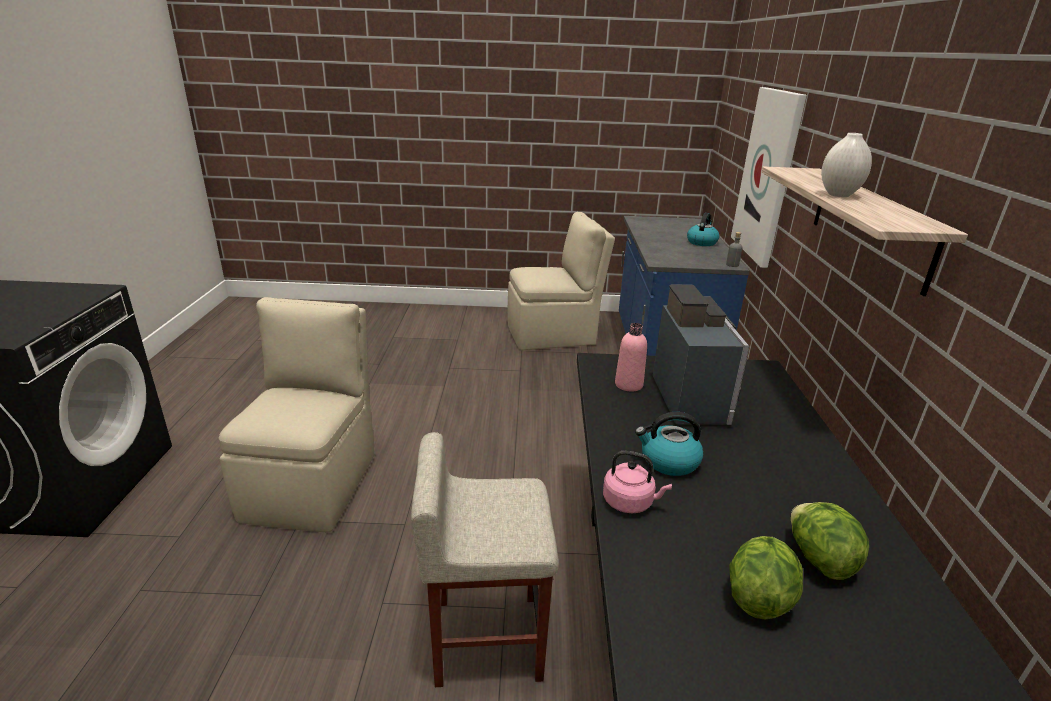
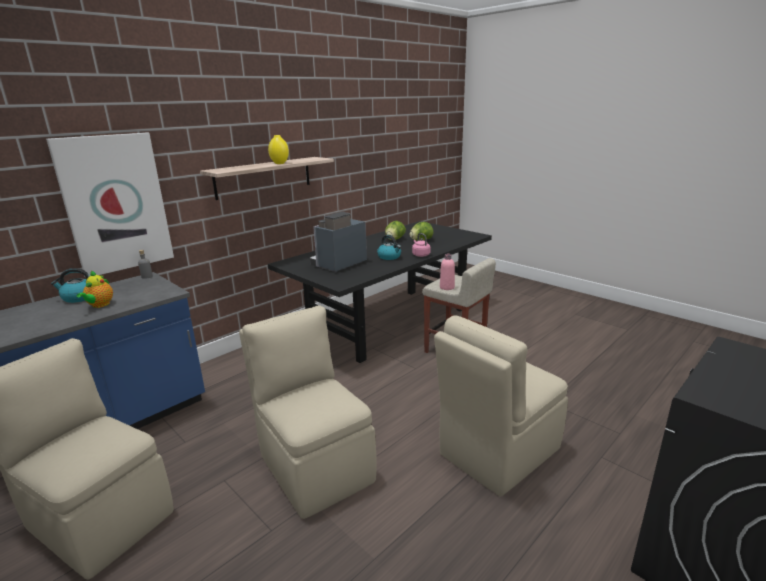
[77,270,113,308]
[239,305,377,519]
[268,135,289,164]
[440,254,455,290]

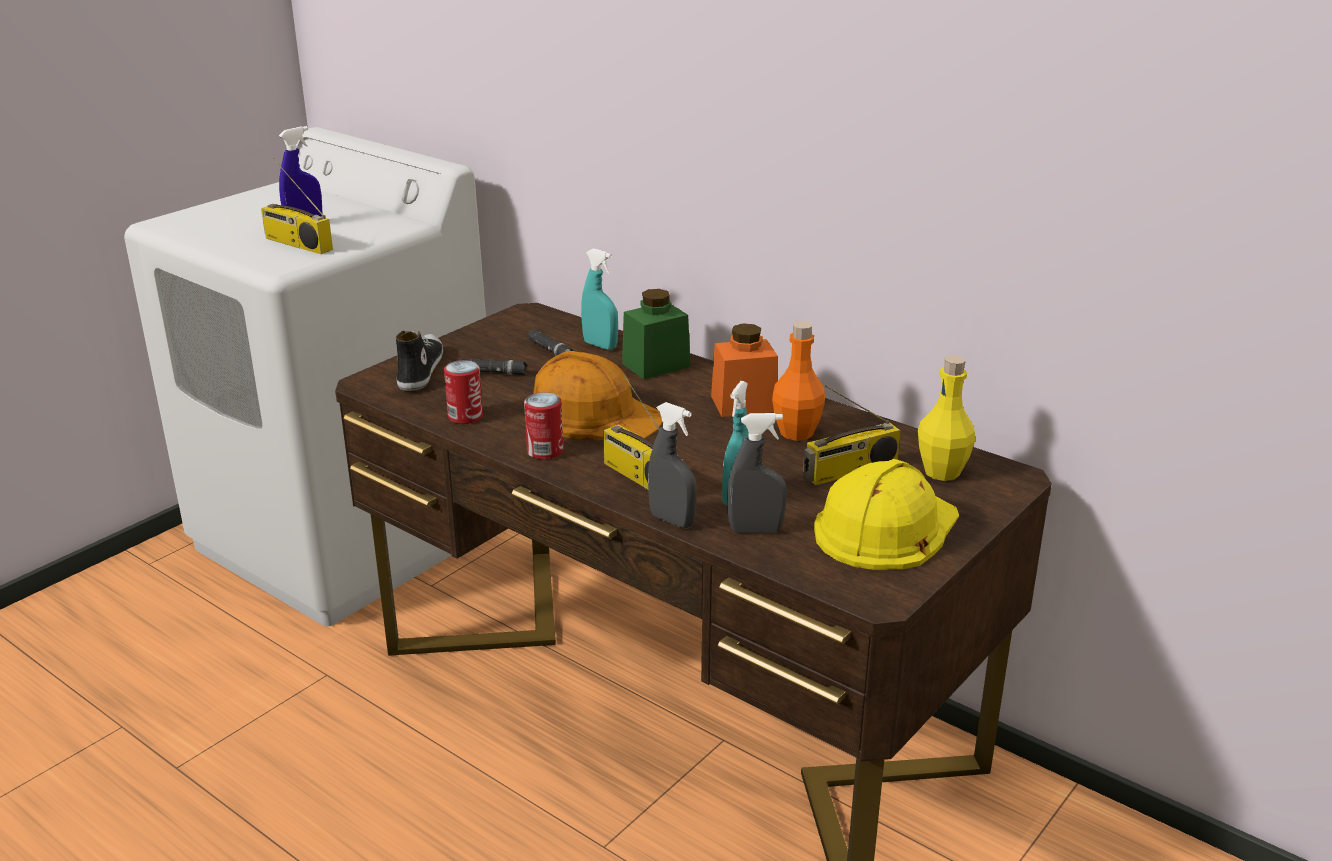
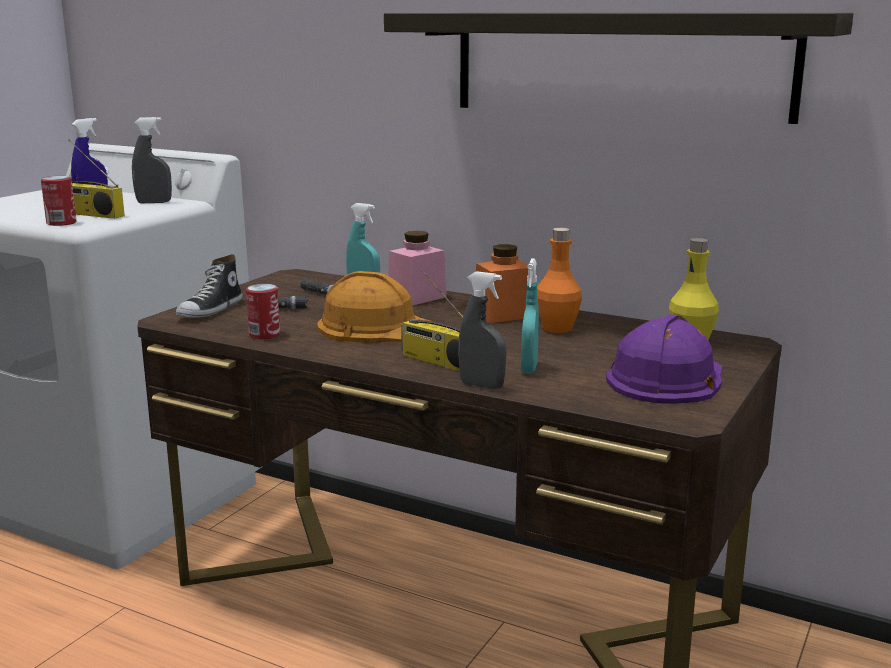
[41,176,77,226]
[132,117,172,203]
[176,255,242,318]
[384,13,853,124]
[388,231,447,306]
[606,314,722,404]
[803,385,901,486] (first image)

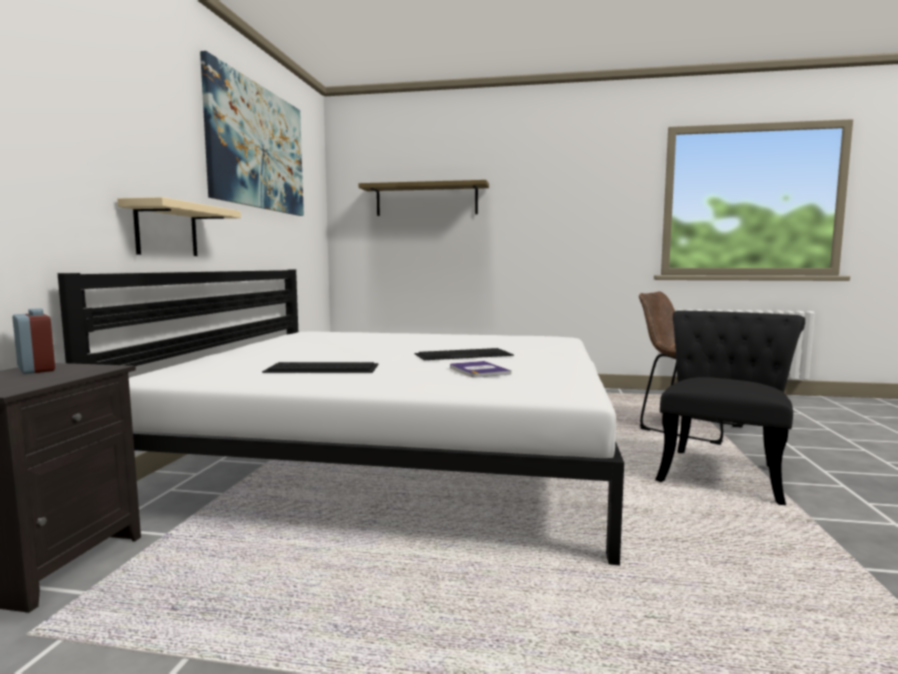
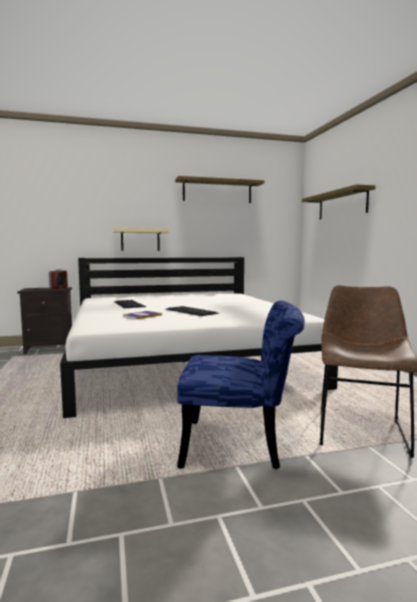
[175,176,264,203]
[177,300,305,469]

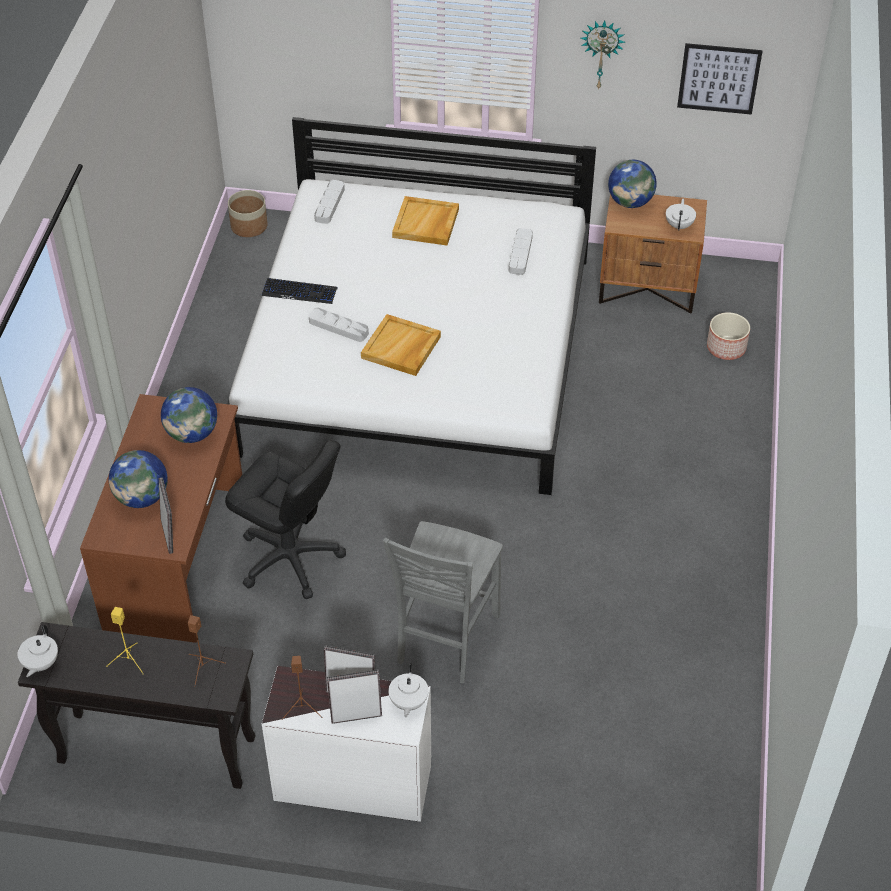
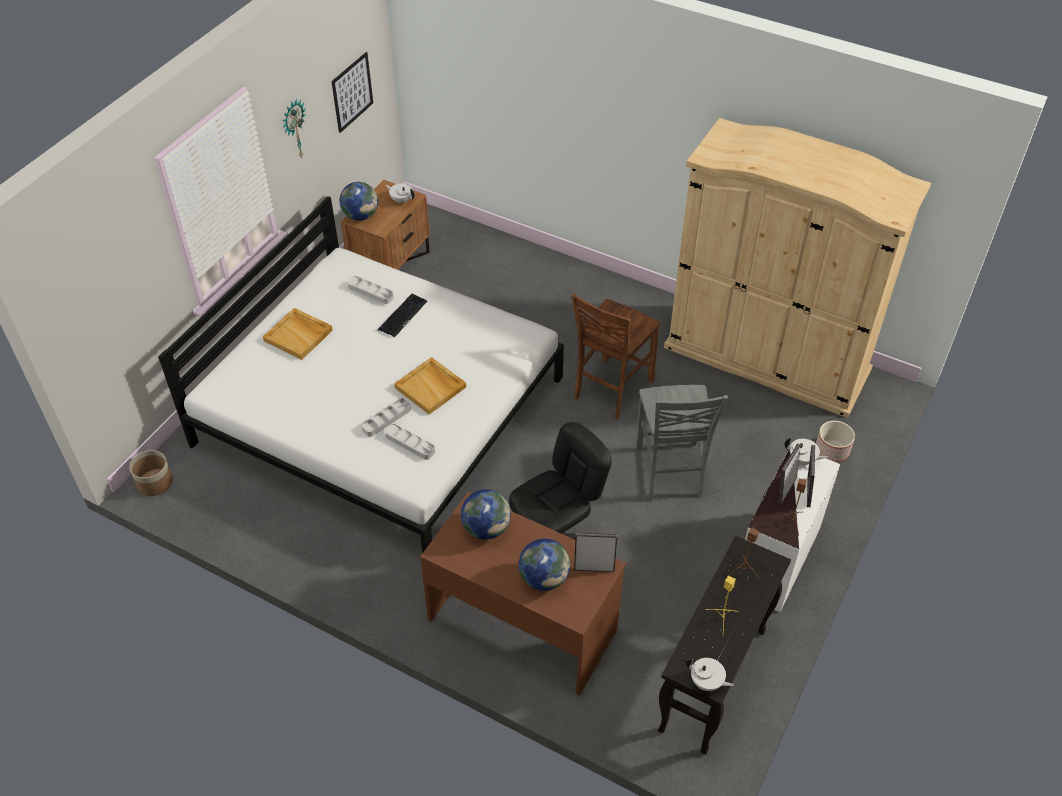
[378,294,427,338]
[385,424,435,460]
[571,293,660,420]
[636,385,728,501]
[664,118,931,418]
[816,421,855,463]

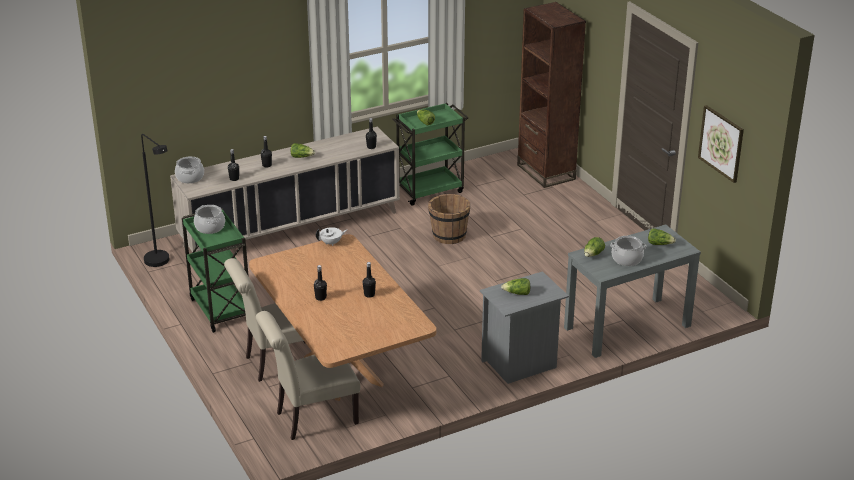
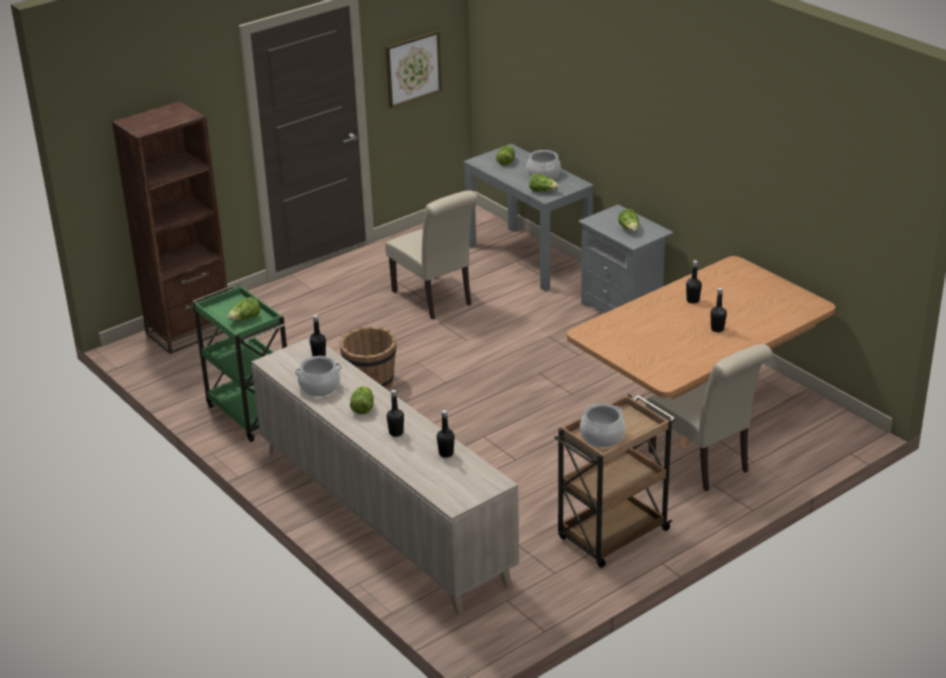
[295,356,342,397]
[385,190,478,319]
[554,394,675,568]
[141,134,170,267] (first image)
[316,227,347,246] (first image)

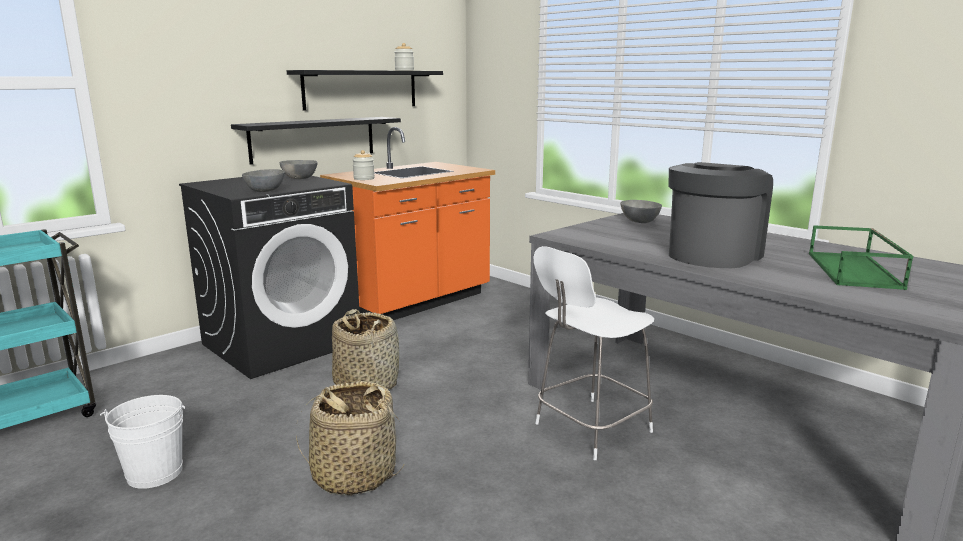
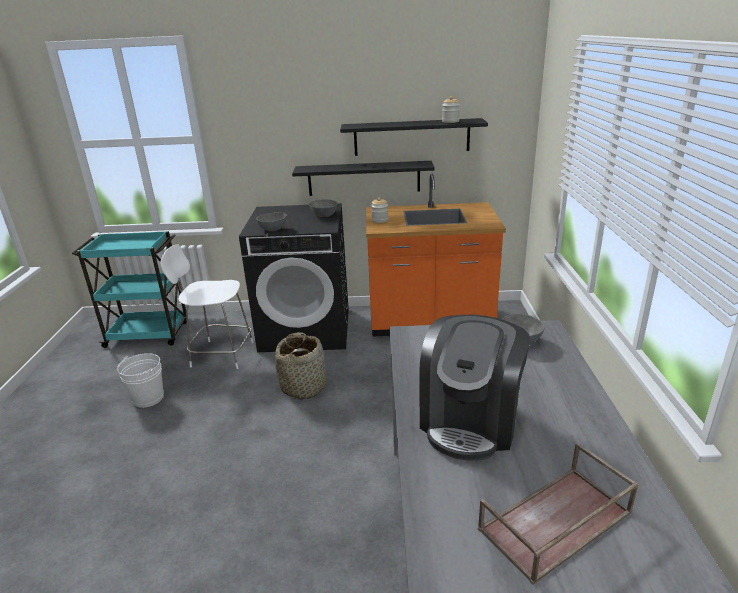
[160,244,254,369]
[419,315,530,461]
[478,443,639,585]
[296,381,405,496] (first image)

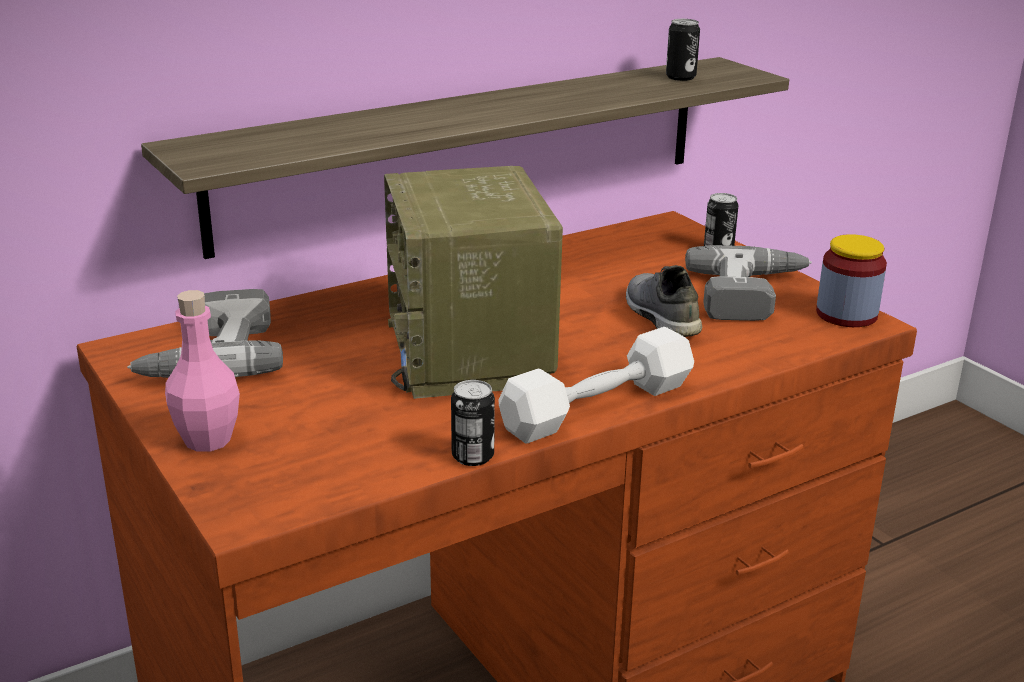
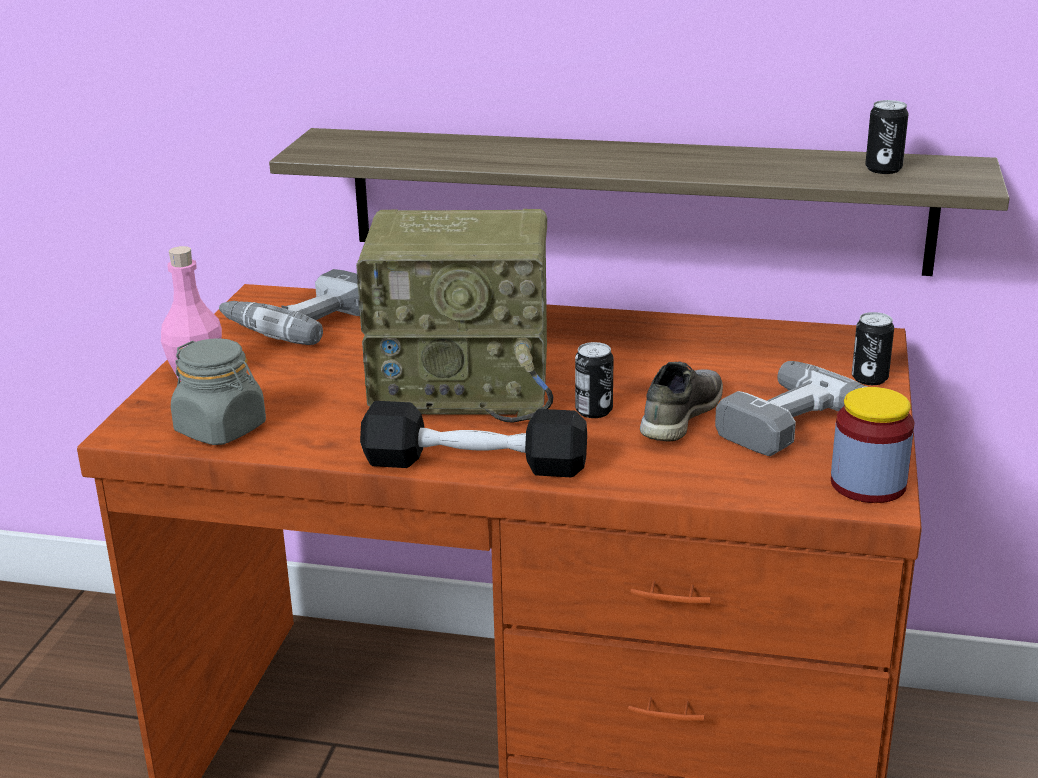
[171,338,266,445]
[356,209,553,423]
[360,401,587,477]
[575,342,614,418]

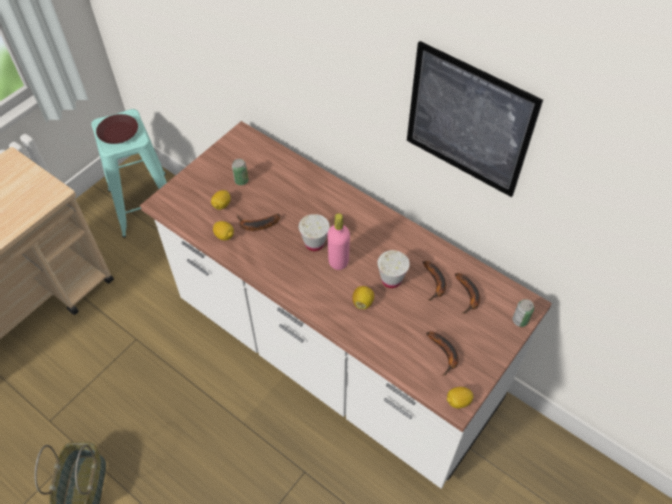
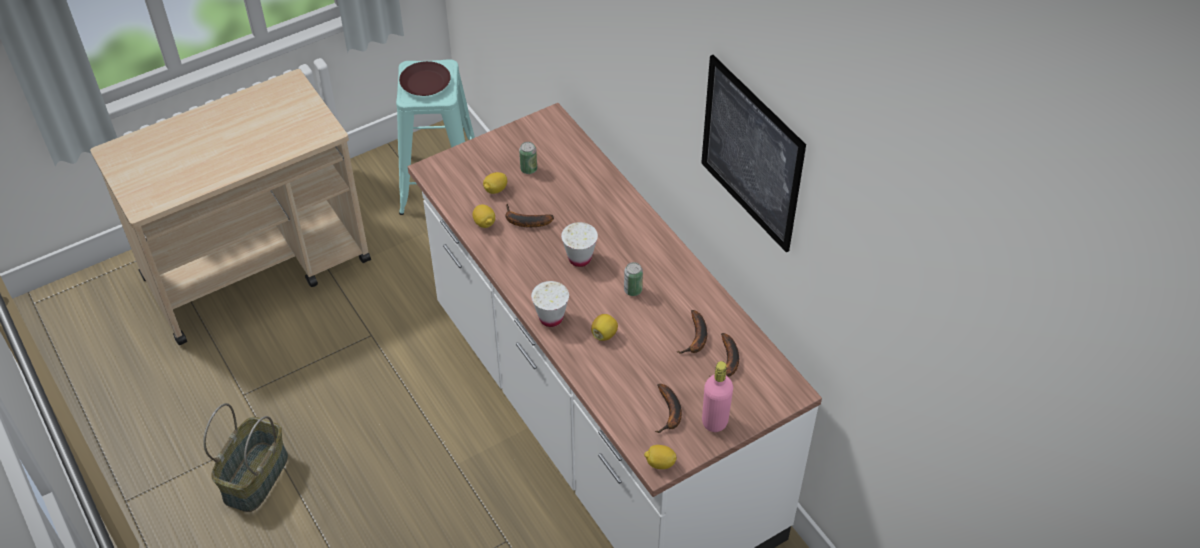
[531,281,569,327]
[624,262,643,296]
[702,361,733,432]

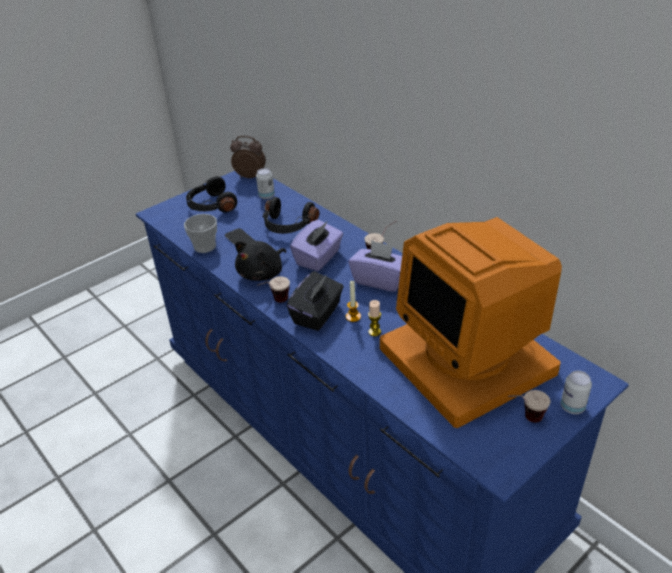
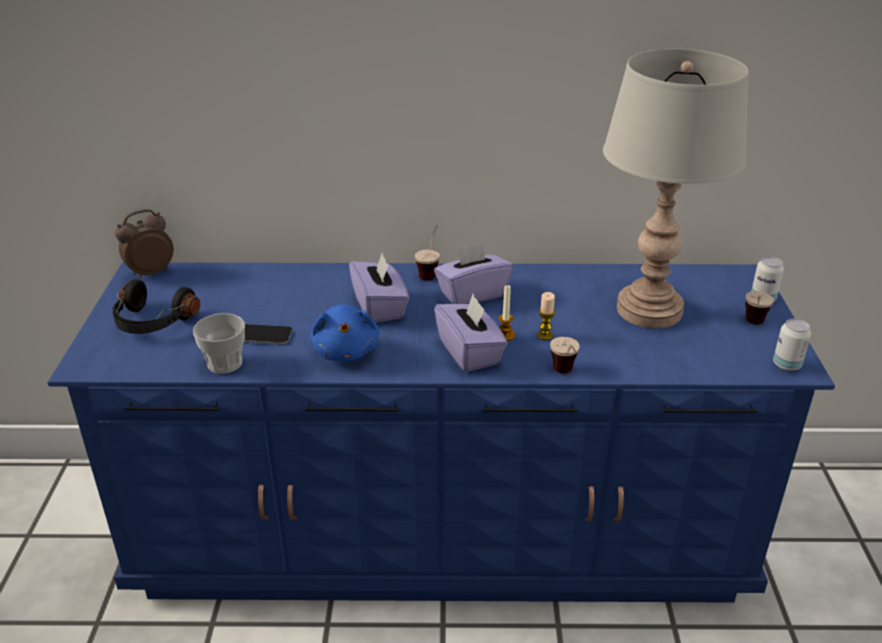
[310,304,379,362]
[434,294,507,372]
[550,337,580,373]
[603,49,749,328]
[773,319,811,371]
[262,197,319,234] (first image)

